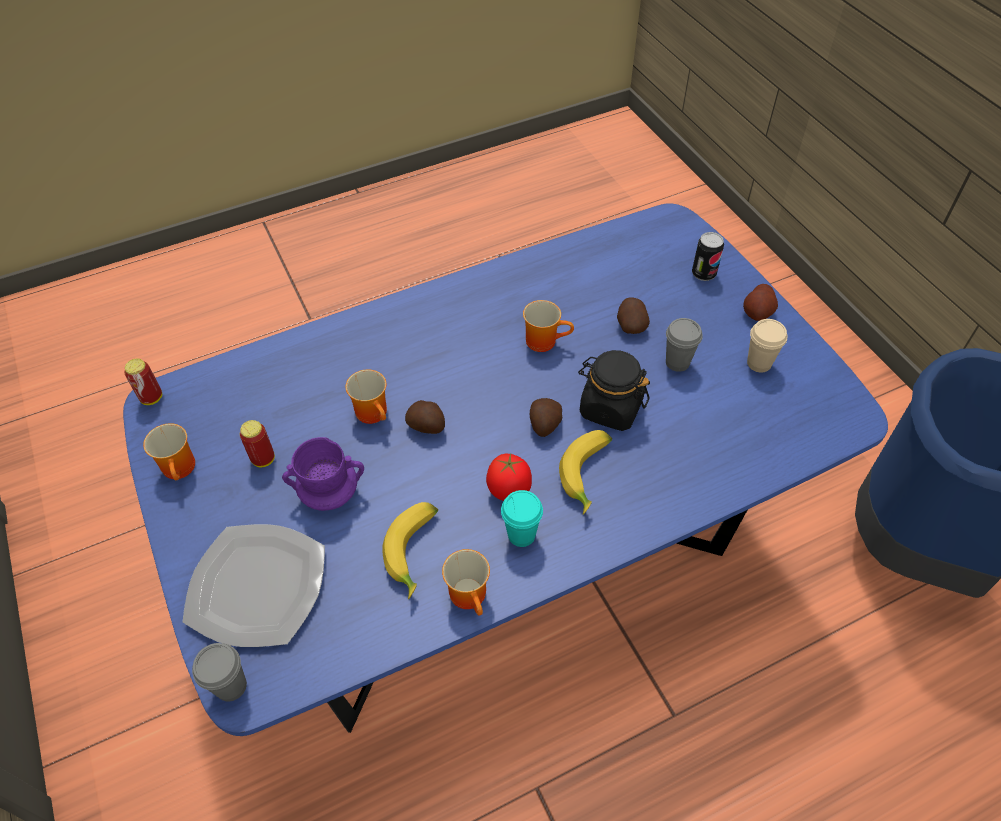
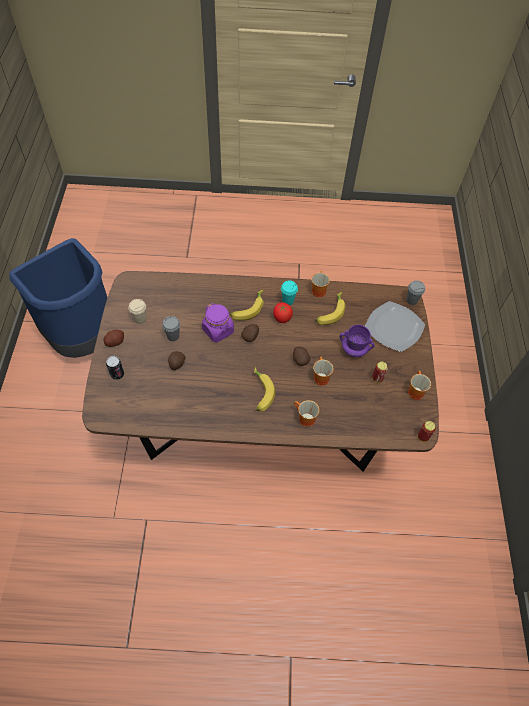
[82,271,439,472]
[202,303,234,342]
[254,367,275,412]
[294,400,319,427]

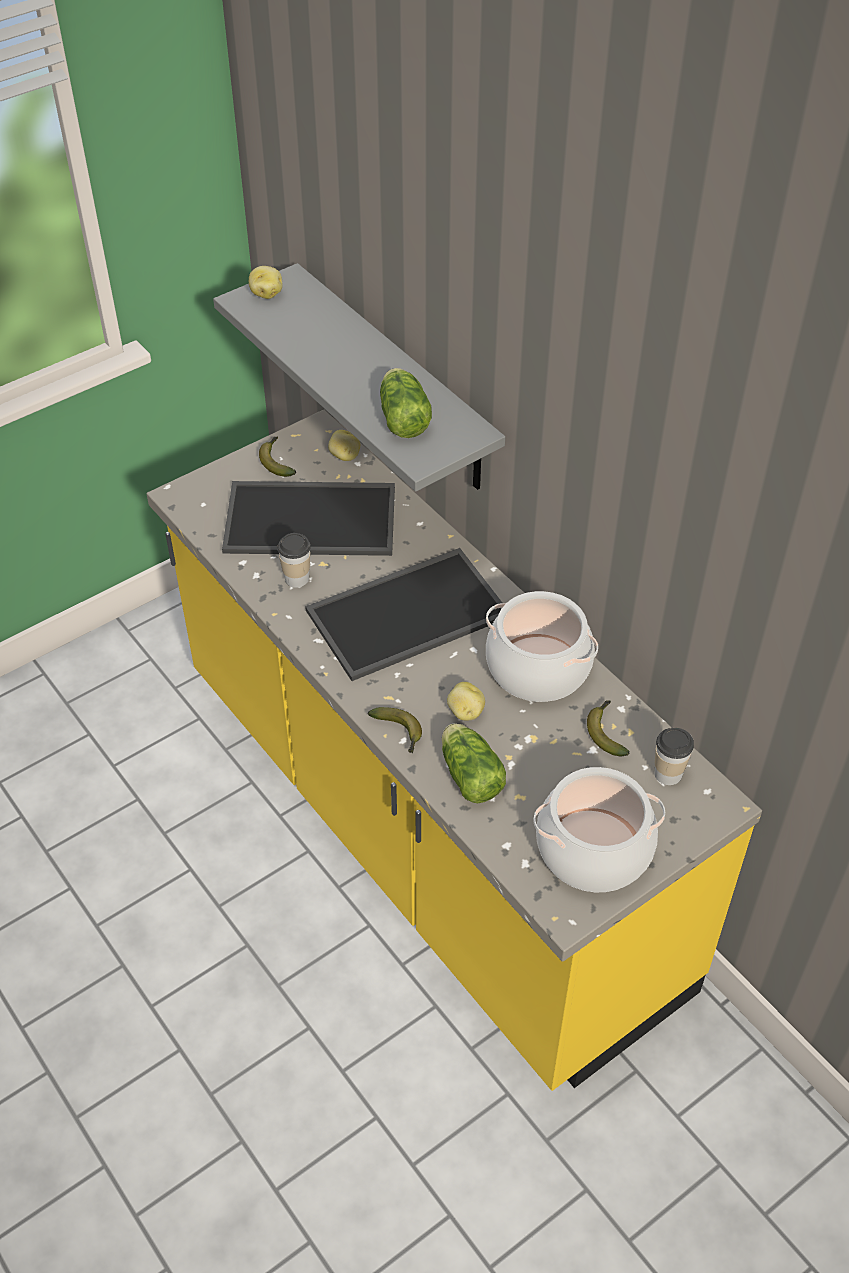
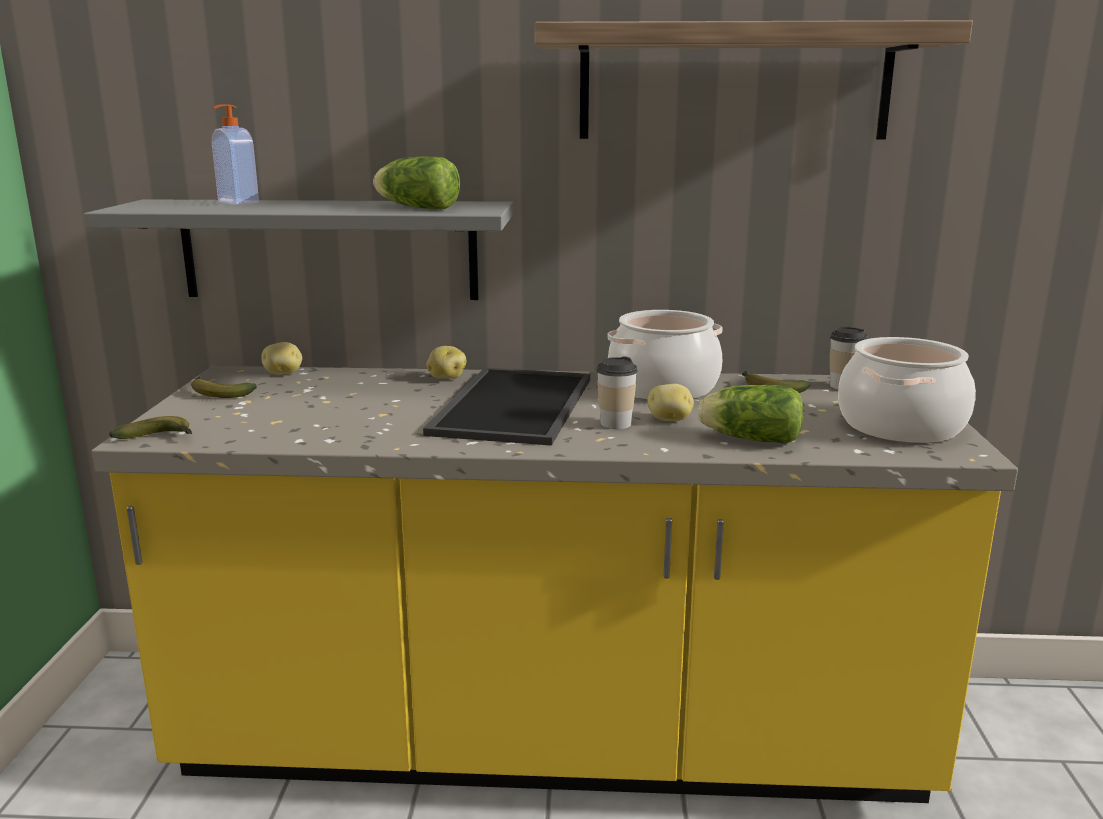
[109,416,192,439]
[212,104,259,205]
[427,346,466,379]
[535,20,973,139]
[596,356,638,429]
[222,481,395,556] (first image)

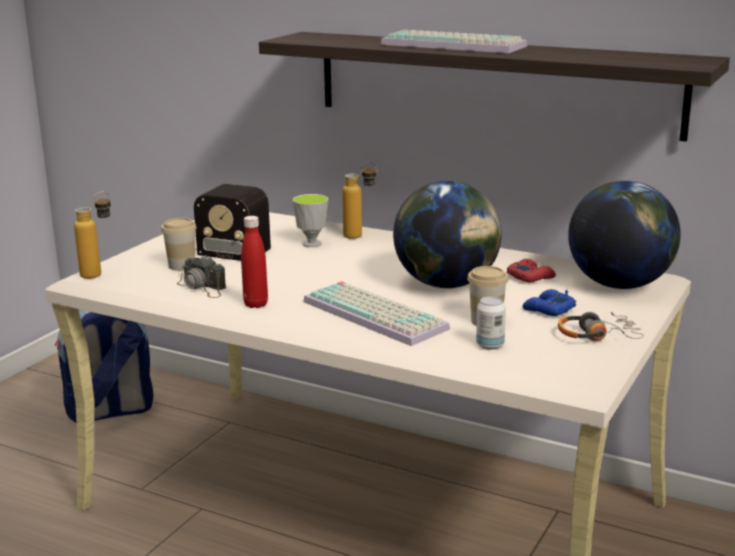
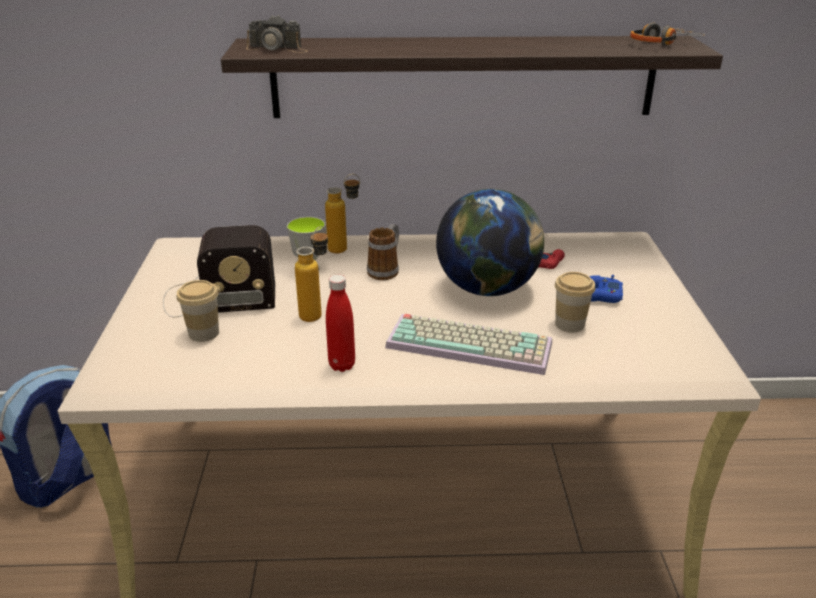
[246,15,308,53]
[295,226,328,322]
[367,224,399,280]
[630,23,705,46]
[381,30,527,53] (first image)
[476,296,506,350] (first image)
[568,181,681,289] (first image)

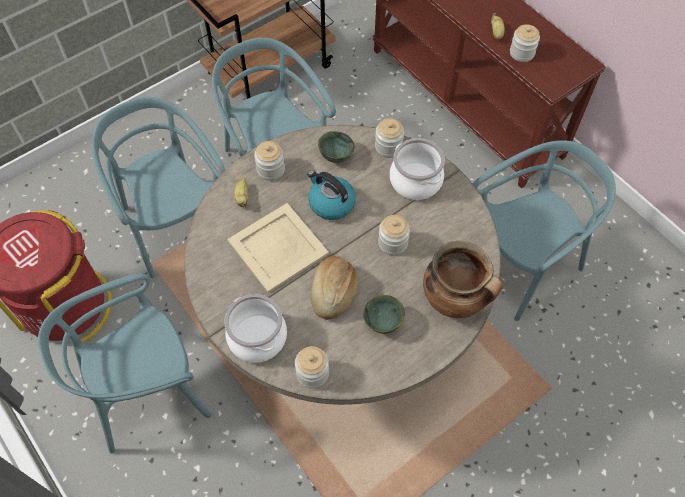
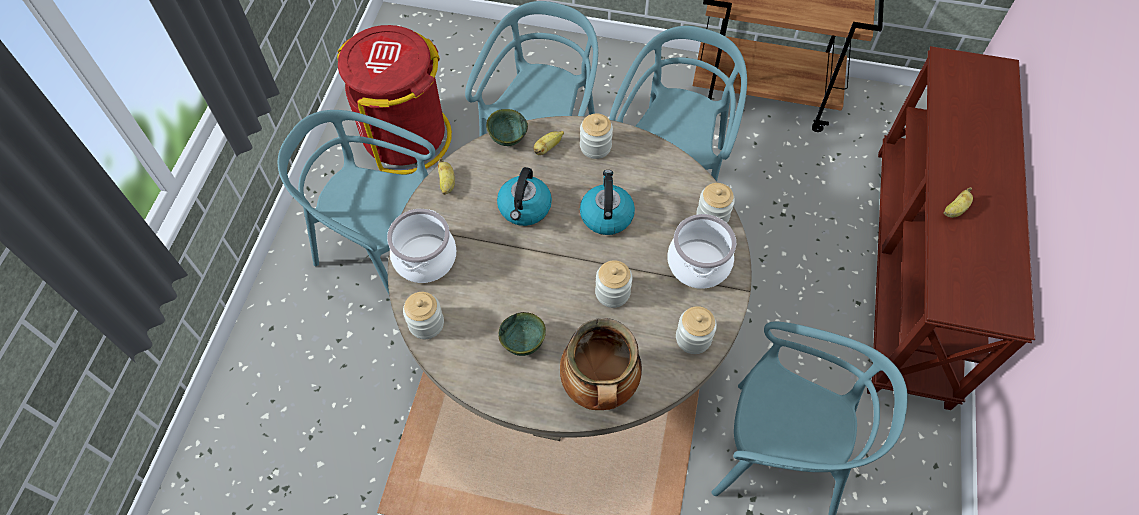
[438,158,455,195]
[486,109,528,146]
[497,167,552,226]
[676,306,717,354]
[311,256,358,320] (first image)

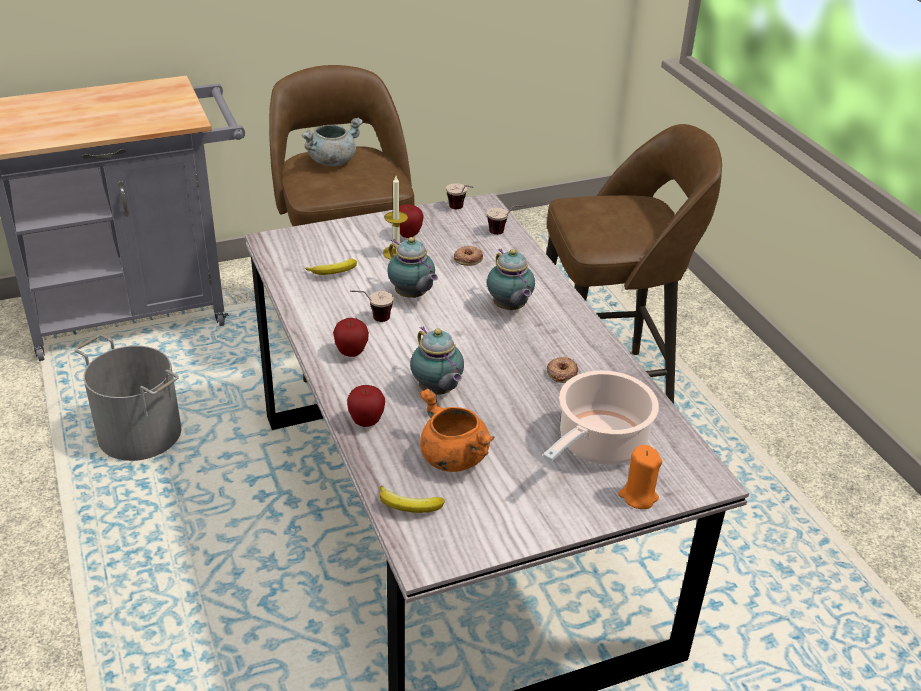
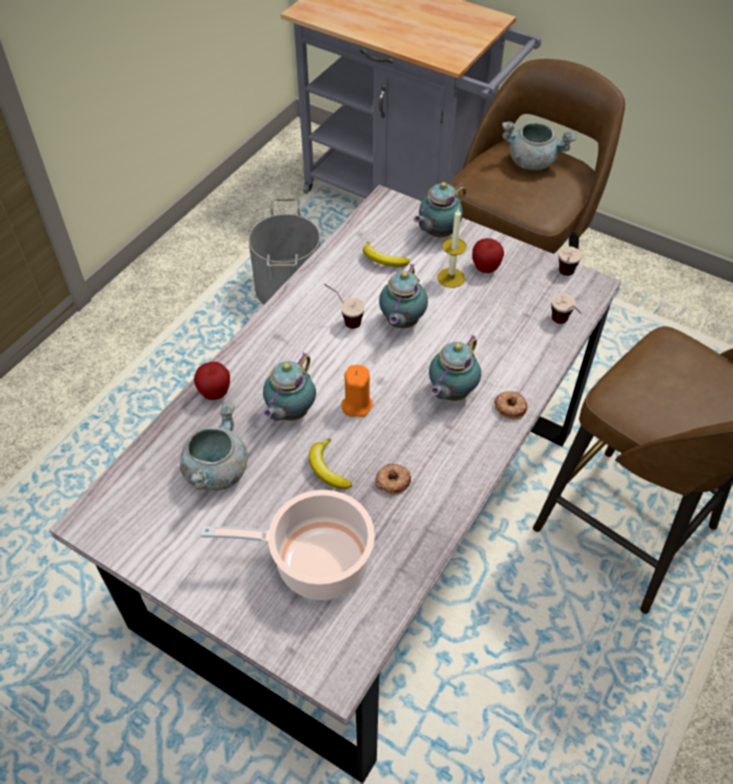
[180,402,248,491]
[309,438,352,489]
[341,365,373,417]
[414,182,466,237]
[494,391,528,419]
[333,318,369,357] (first image)

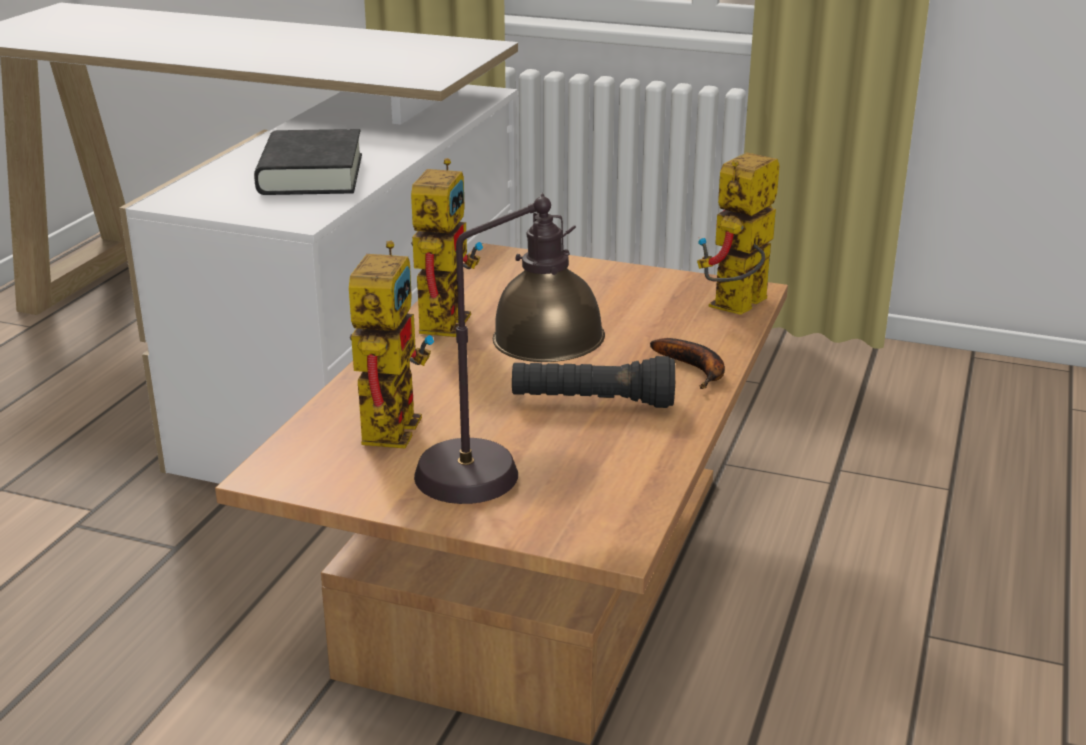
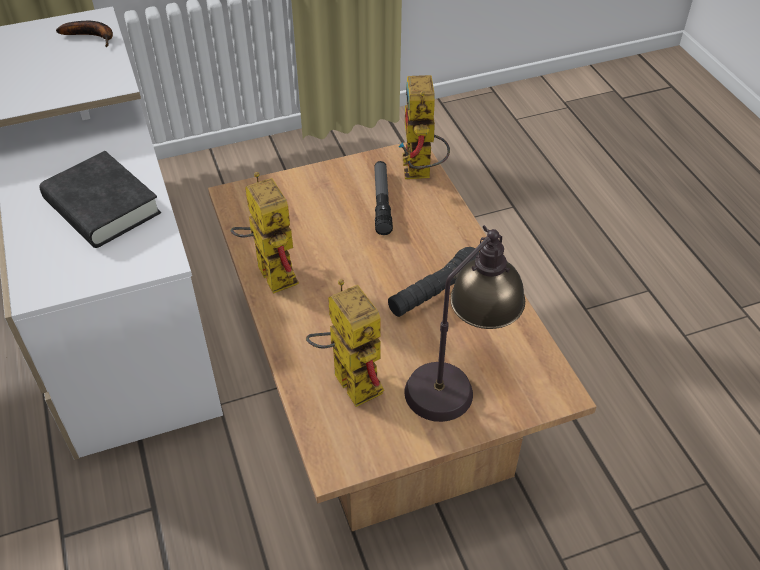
[56,21,113,47]
[374,161,393,235]

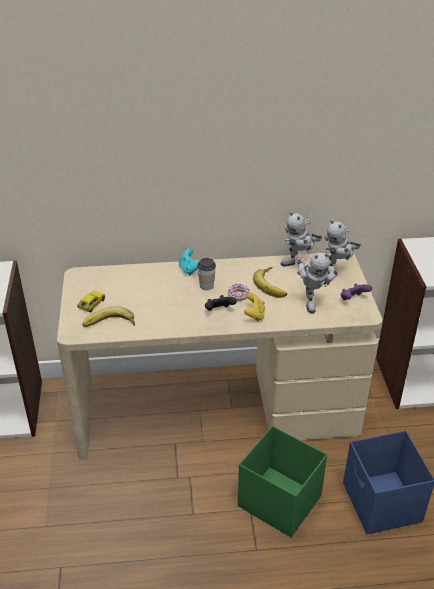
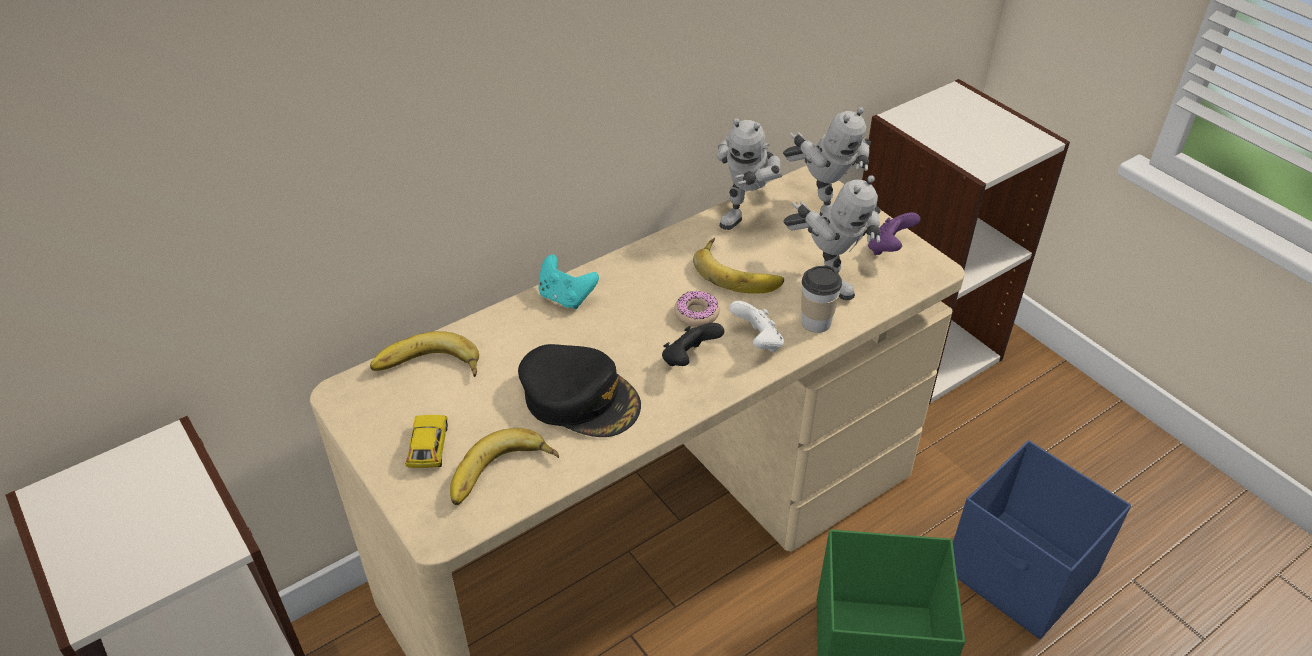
[370,331,479,377]
[518,344,641,437]
[729,301,784,352]
[783,107,871,216]
[801,265,842,333]

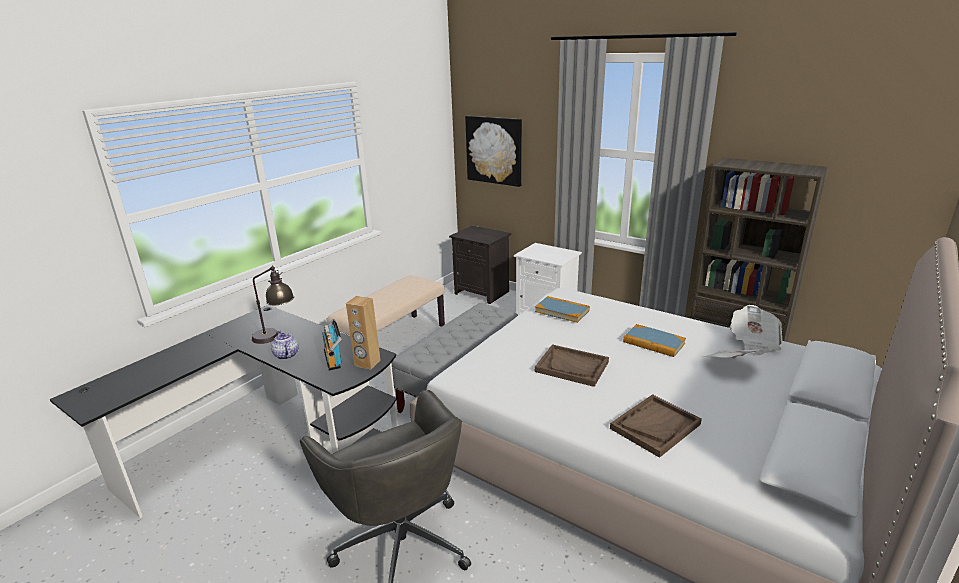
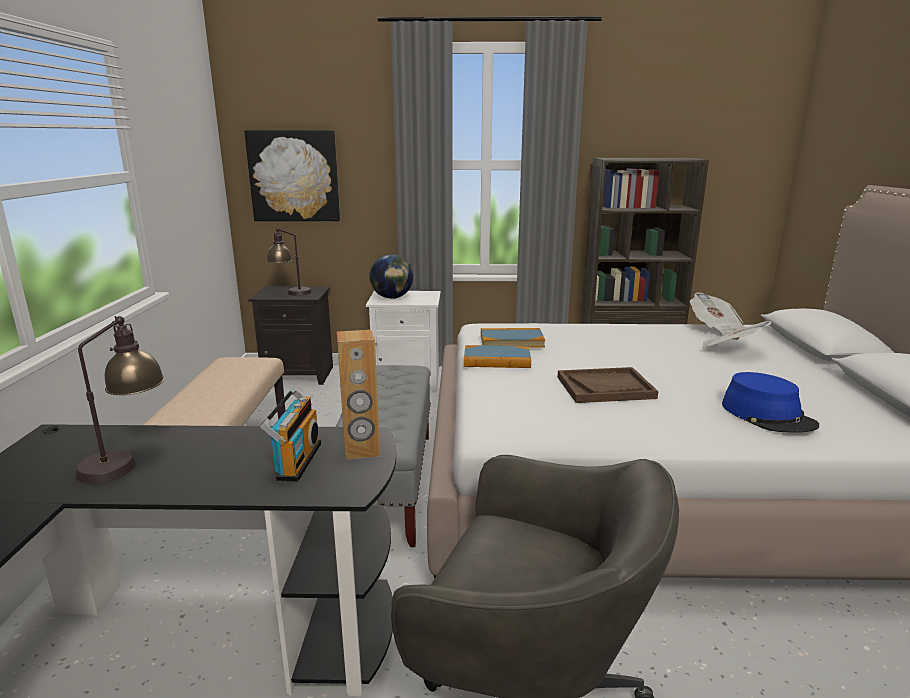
[260,388,321,482]
[266,228,312,296]
[369,254,413,299]
[464,345,531,368]
[722,372,819,433]
[271,331,299,360] (first image)

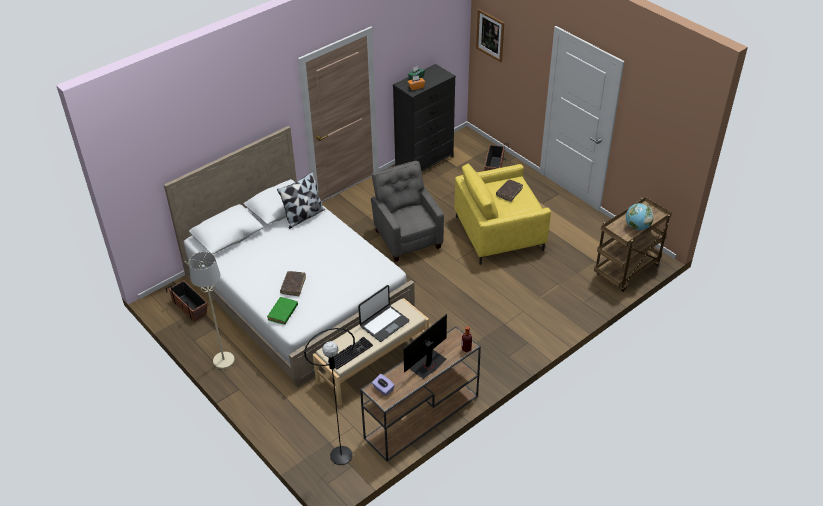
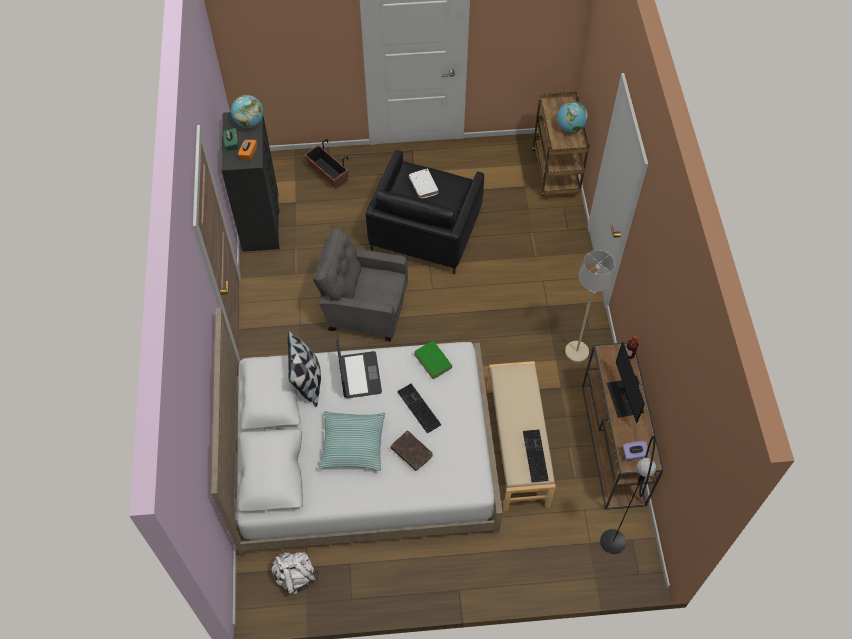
[231,95,264,128]
[271,552,319,595]
[319,411,385,471]
[336,339,382,398]
[366,150,484,274]
[397,384,441,433]
[409,169,439,199]
[414,341,452,379]
[565,250,615,362]
[476,9,504,62] (first image)

